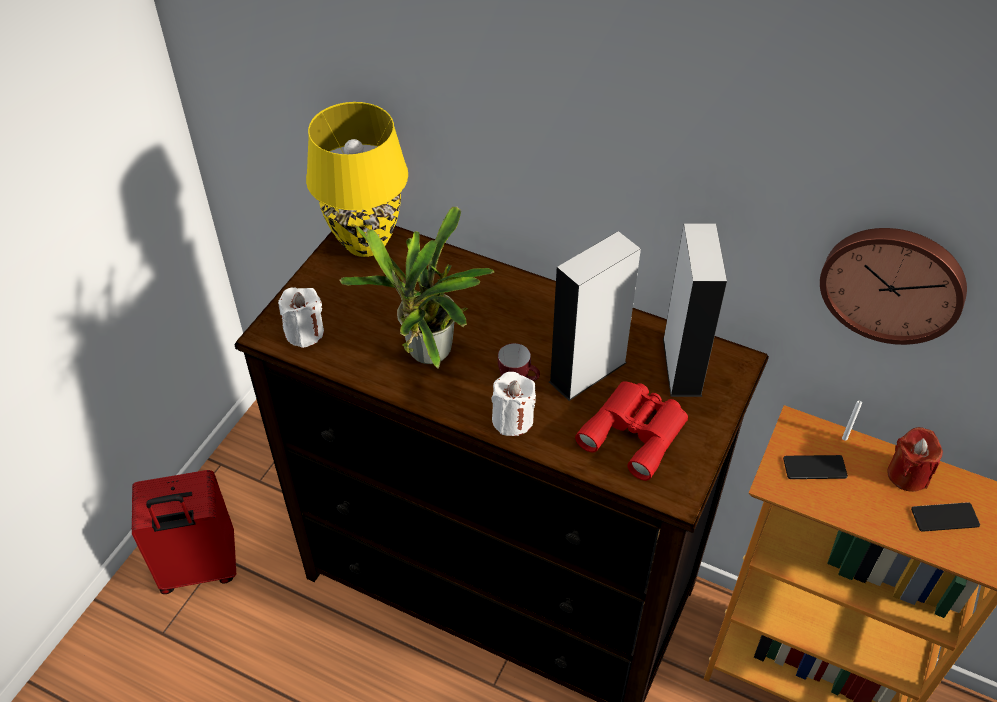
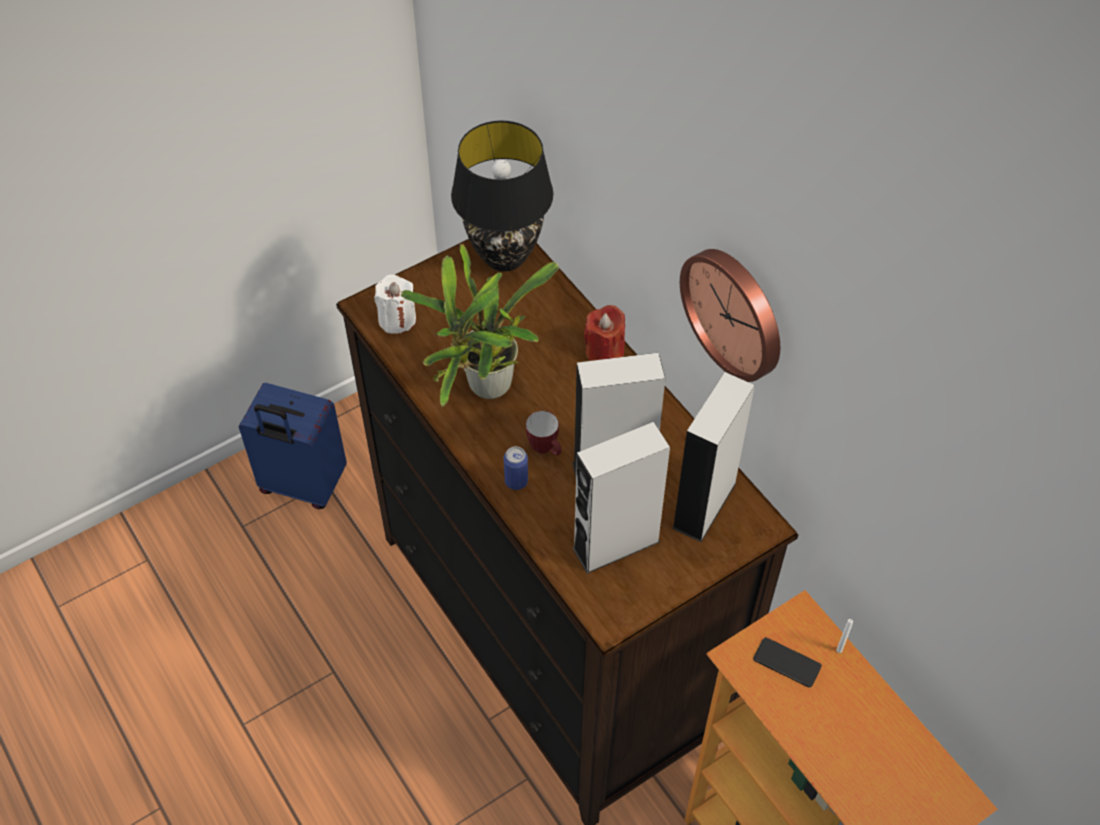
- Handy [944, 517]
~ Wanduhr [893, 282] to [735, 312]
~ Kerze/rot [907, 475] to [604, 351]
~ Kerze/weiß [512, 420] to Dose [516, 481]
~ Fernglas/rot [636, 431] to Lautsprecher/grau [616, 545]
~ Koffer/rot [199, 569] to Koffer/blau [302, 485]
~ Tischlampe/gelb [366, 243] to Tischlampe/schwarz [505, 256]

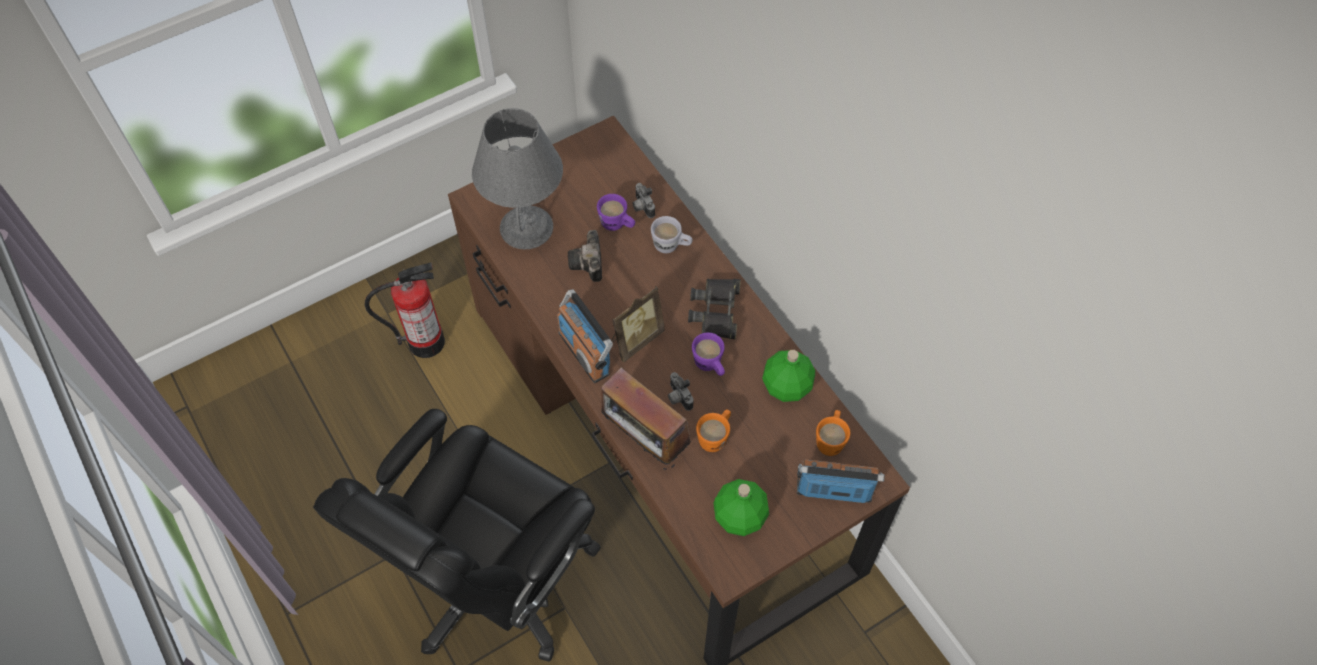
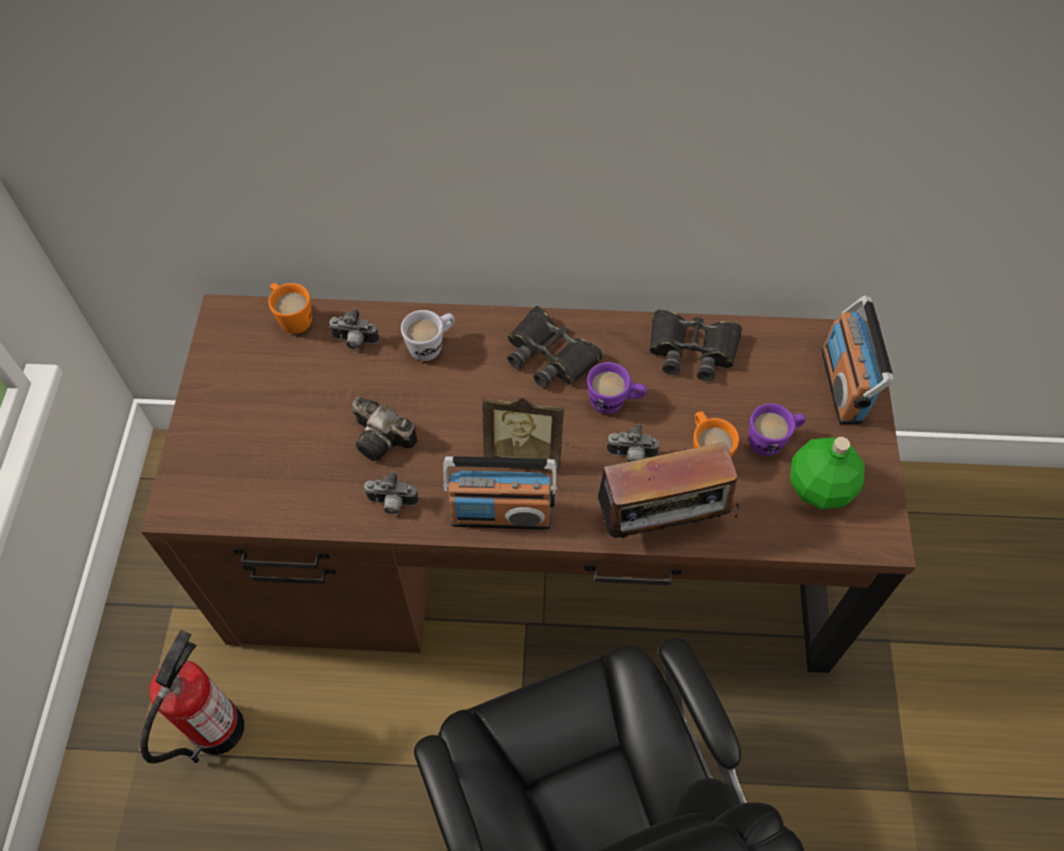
- Tischlampe/grau [527, 227]
+ Kamera [392, 504]
~ Henkelbecher/lila [617, 225] to [772, 440]
~ Henkelbecher/orange [830, 439] to [292, 318]
~ Flasche/grün [787, 386] to Fernglas/schwarz [692, 349]
~ Bilderrahmen [635, 339] = [524, 453] 105 degrees clockwise
~ Radio [834, 491] = [843, 385] 45 degrees counterclockwise

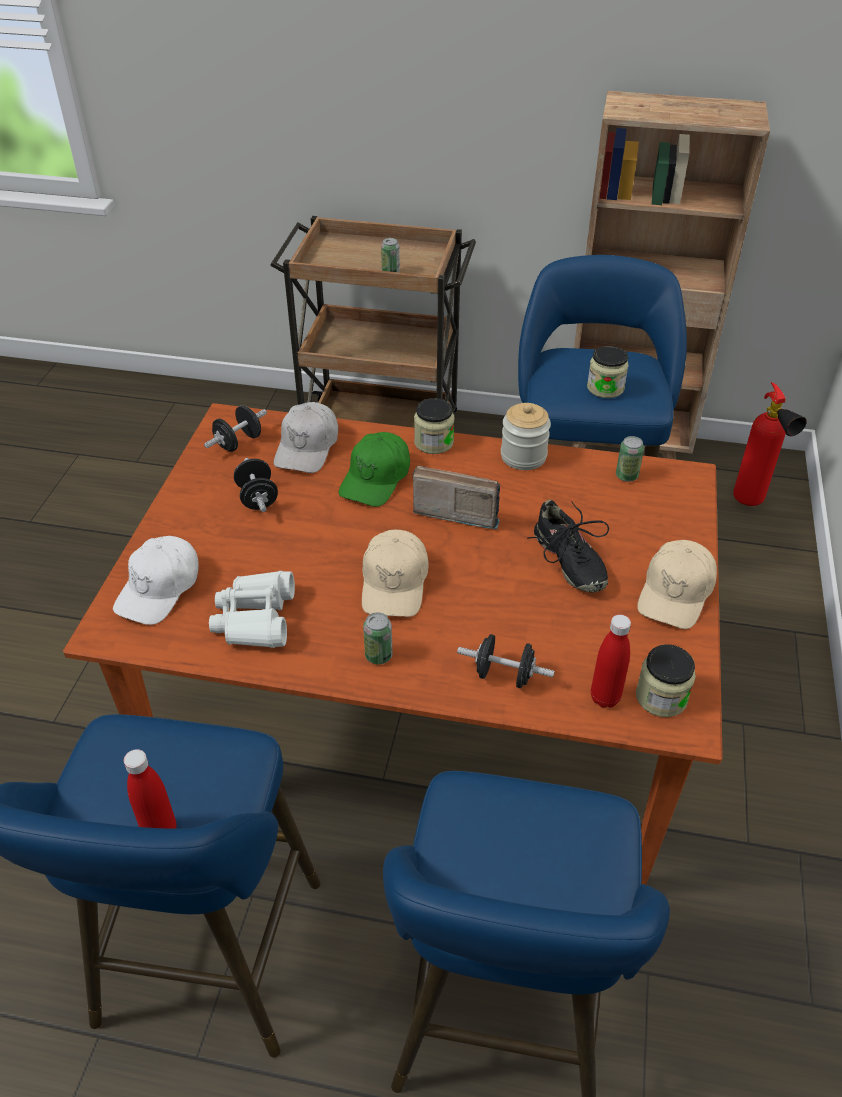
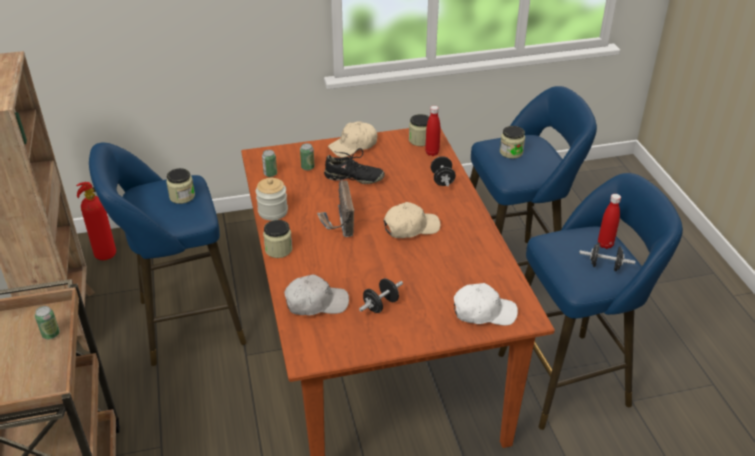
- Fernglas/weiß [255, 618]
- Kappe/grün [376, 478]
+ Vorratsglas [511, 152]
~ Hantel/schwarz [238, 442] to [604, 266]
~ Dose [378, 655] to [307, 167]
~ Schuh/schwarz [568, 562] = [354, 178] 60 degrees clockwise
~ Kappe/beige [676, 593] = [353, 146] 150 degrees clockwise

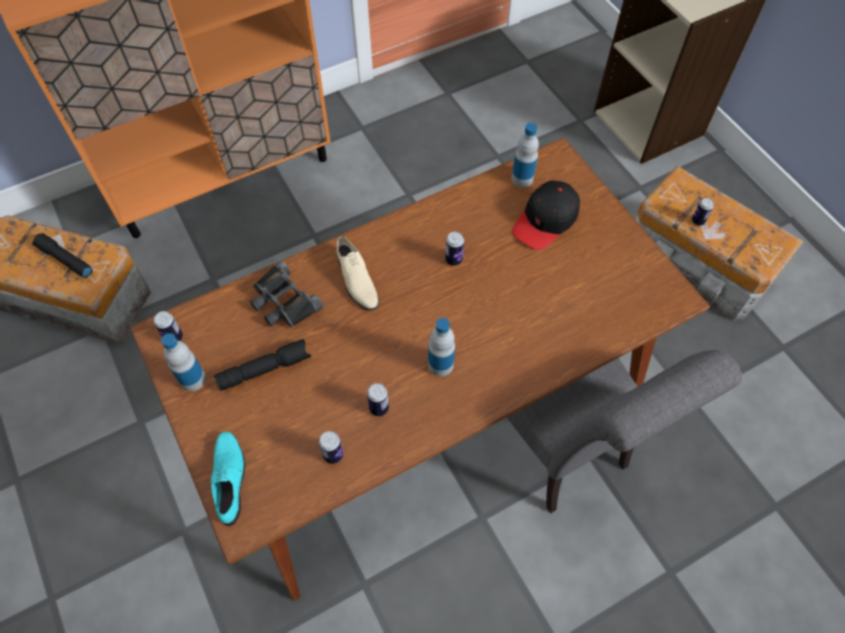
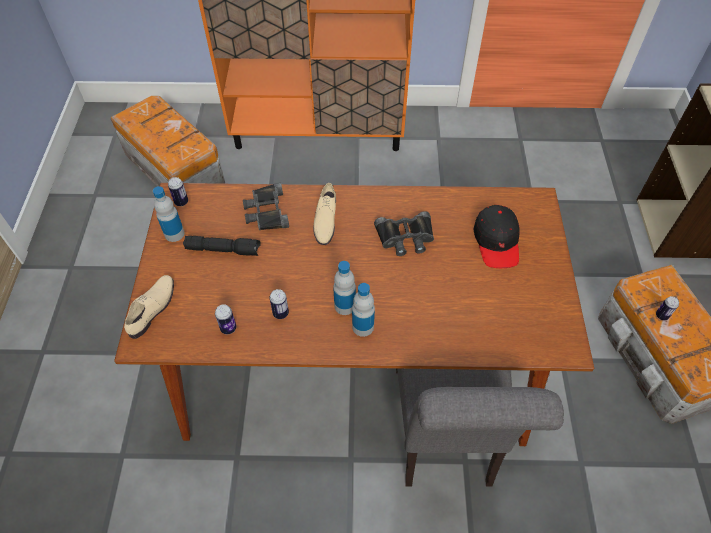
- Taschenlampe/schwarz [64, 260]
~ Flasche [522, 178] to [363, 327]
~ Dose [453, 259] to Fernglas/schwarz [405, 237]
~ Schuh/türkis [230, 478] to Schuh/beige [153, 308]
~ Kappe/schwarz [545, 221] = [497, 241] 75 degrees counterclockwise

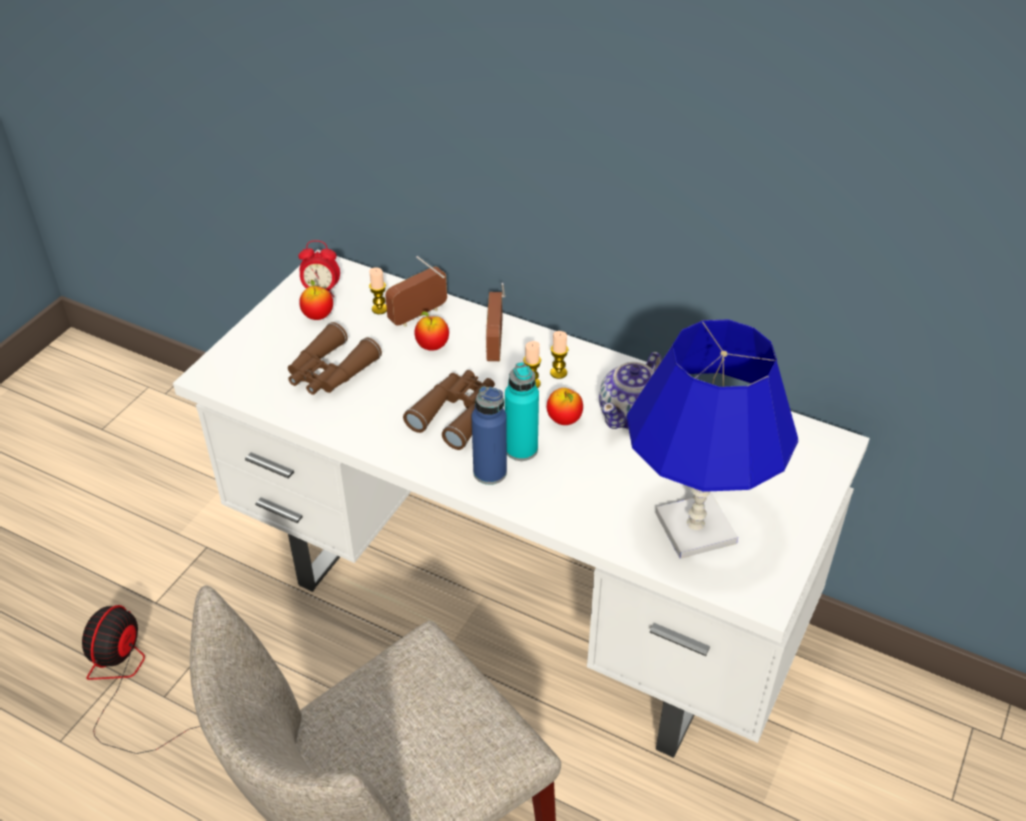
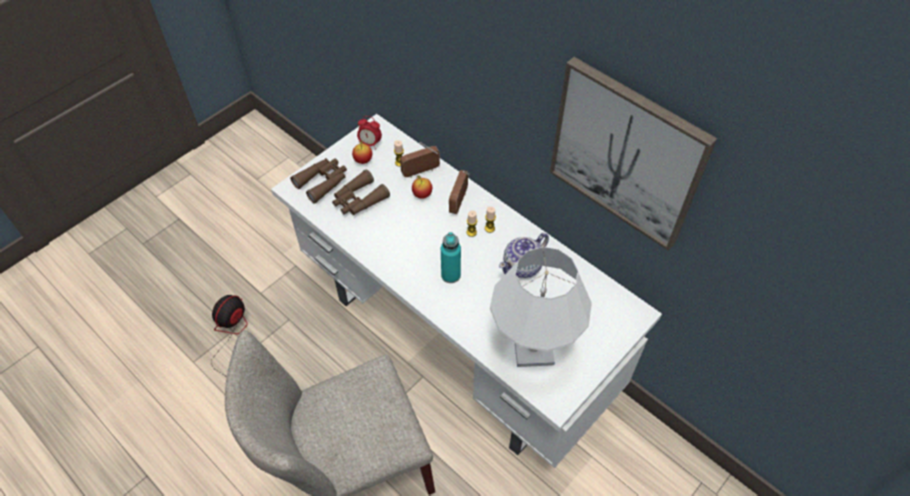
- Flasche/blau [490, 472]
- Apfel [564, 420]
+ Bild [626, 154]
~ Fernglas/braun [457, 414] to [323, 182]
~ Tischlampe/blau [694, 528] to Tischlampe/weiß [533, 350]

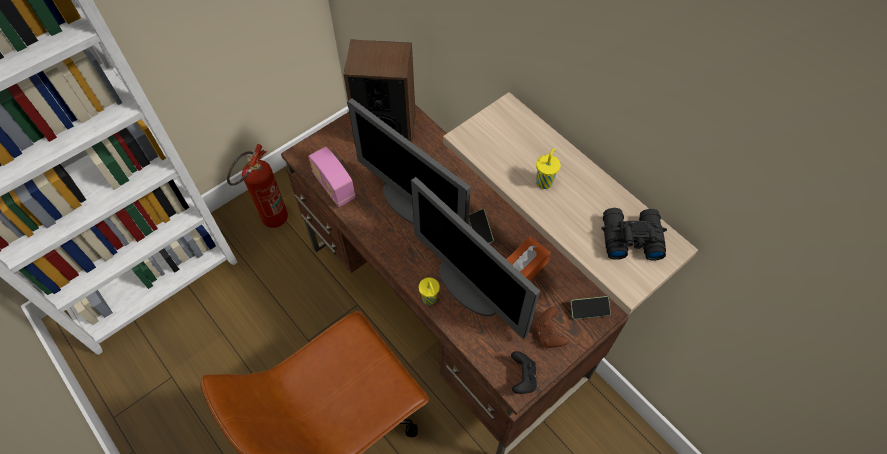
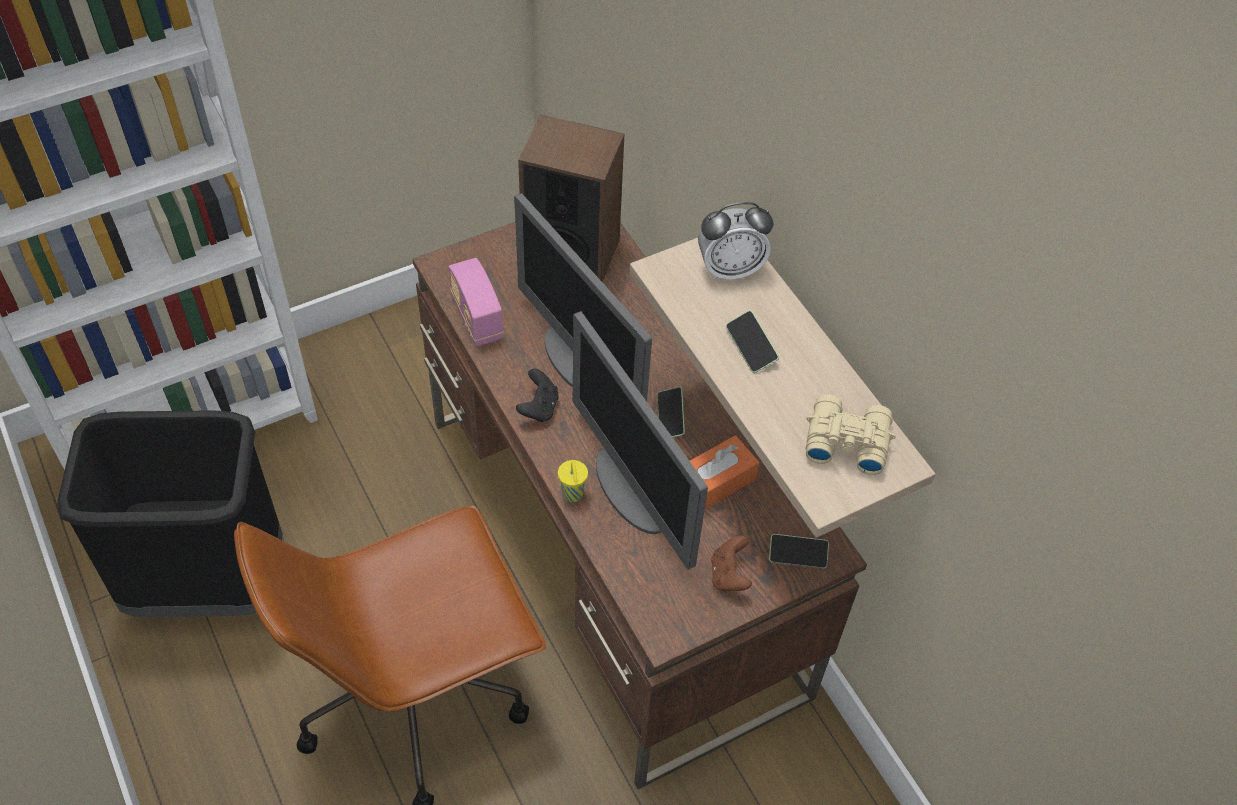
- Feuerlöscher [271, 222]
+ Mülleimer/schwarz [209, 583]
+ Wecker [730, 269]
~ Gamepad/schwarz [522, 378] to [539, 407]
~ Tasse/gelb [544, 181] to Handy [751, 347]
~ Fernglas/schwarz [629, 237] to Fernglas/beige [845, 440]

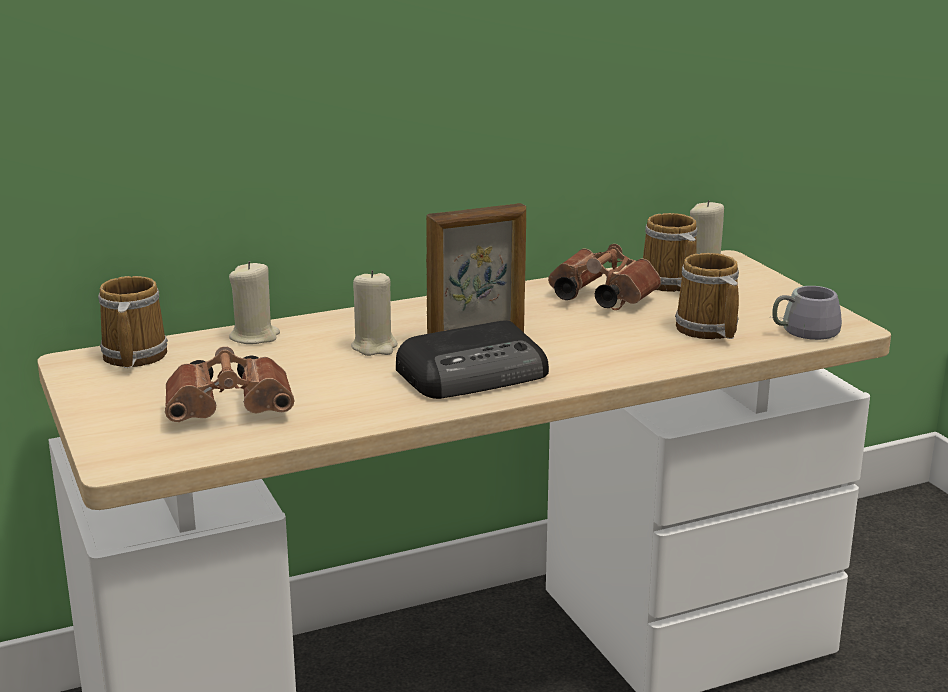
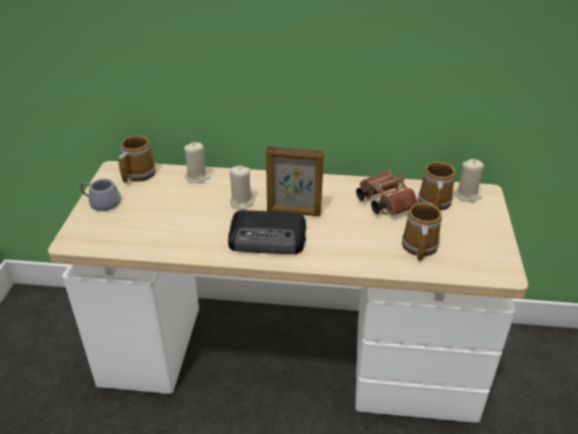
- Fernglas/braun [233, 411]
~ Henkelbecher/grau [800, 329] to [103, 200]

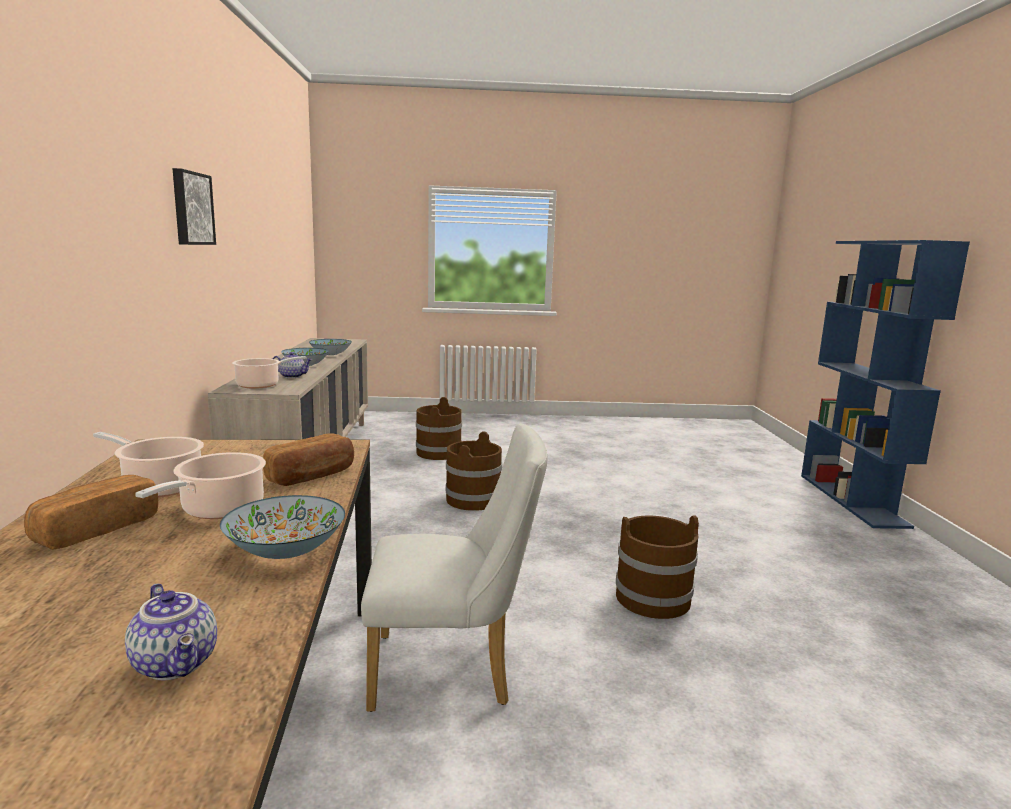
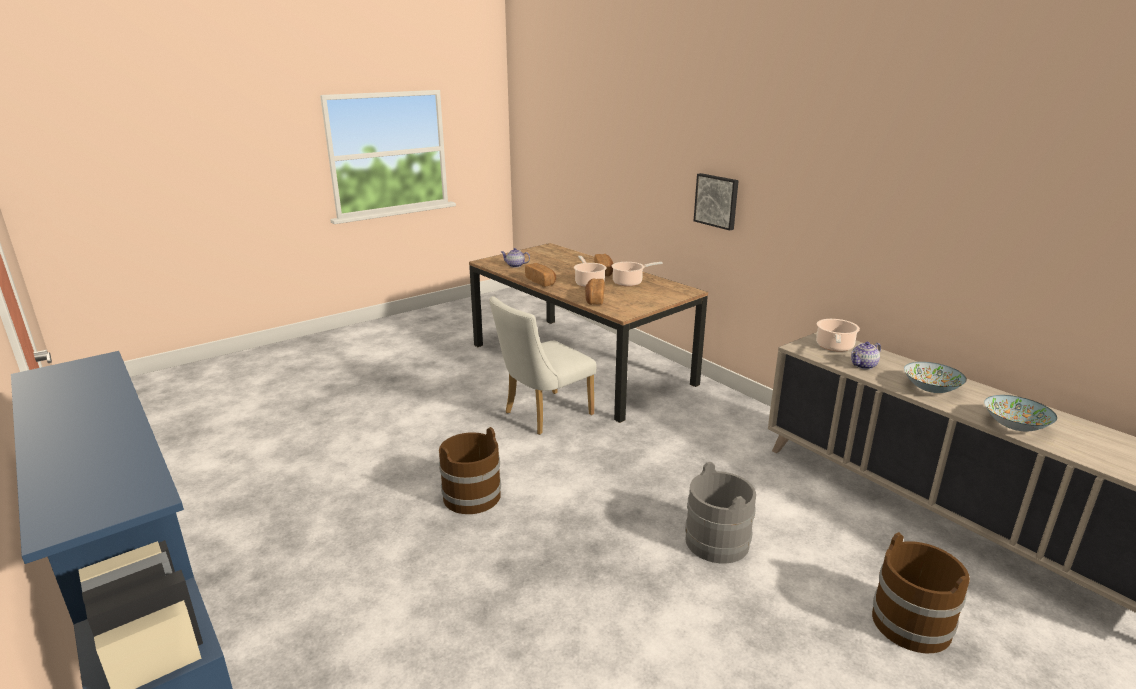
~ Bild [191, 208] to [717, 201]
~ Schüssel [286, 550] to Brot [541, 281]
~ Eimer/braun [473, 500] to Eimer/grau [716, 541]

